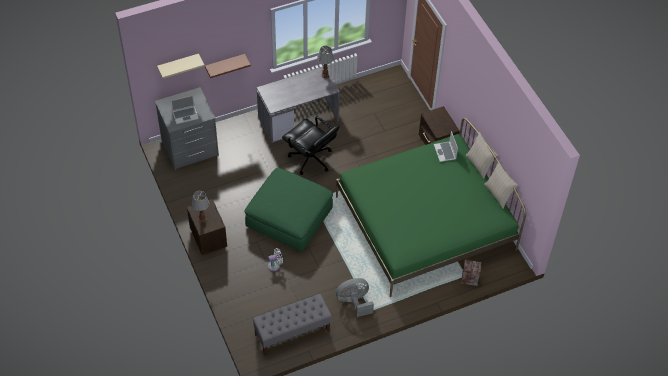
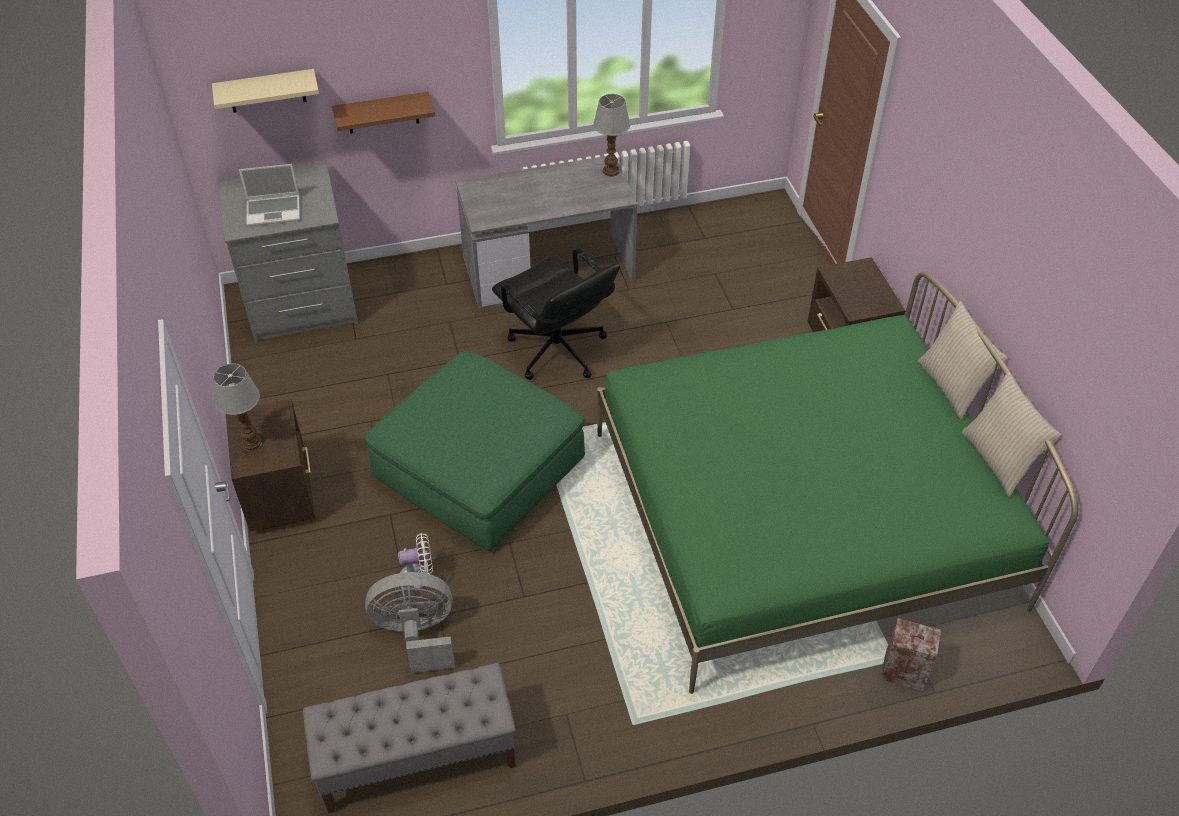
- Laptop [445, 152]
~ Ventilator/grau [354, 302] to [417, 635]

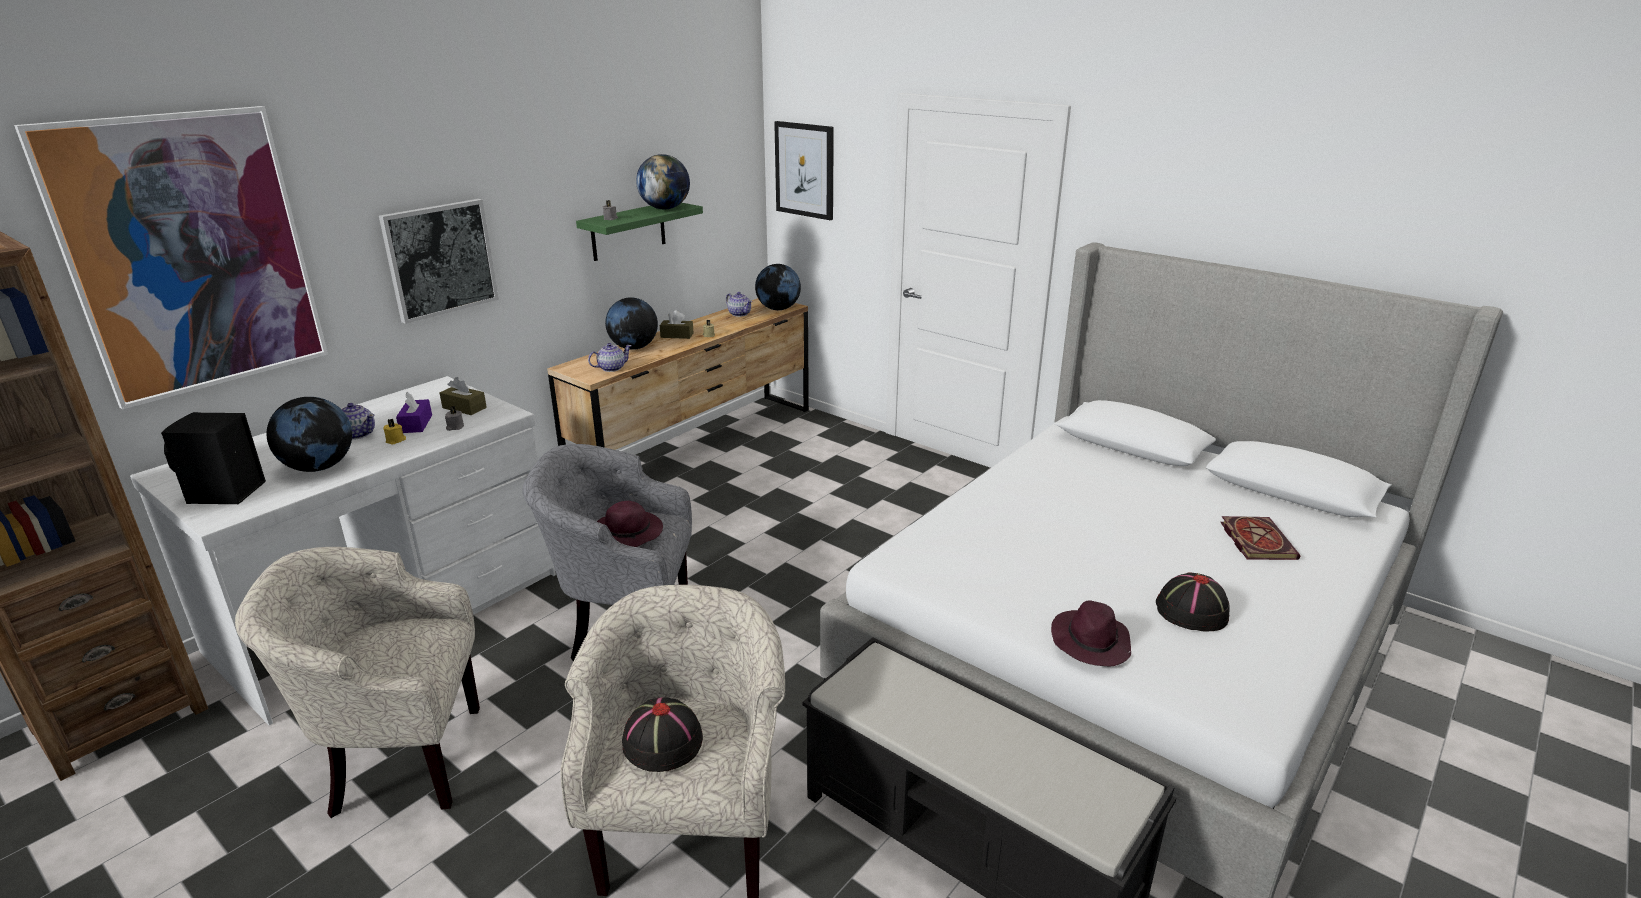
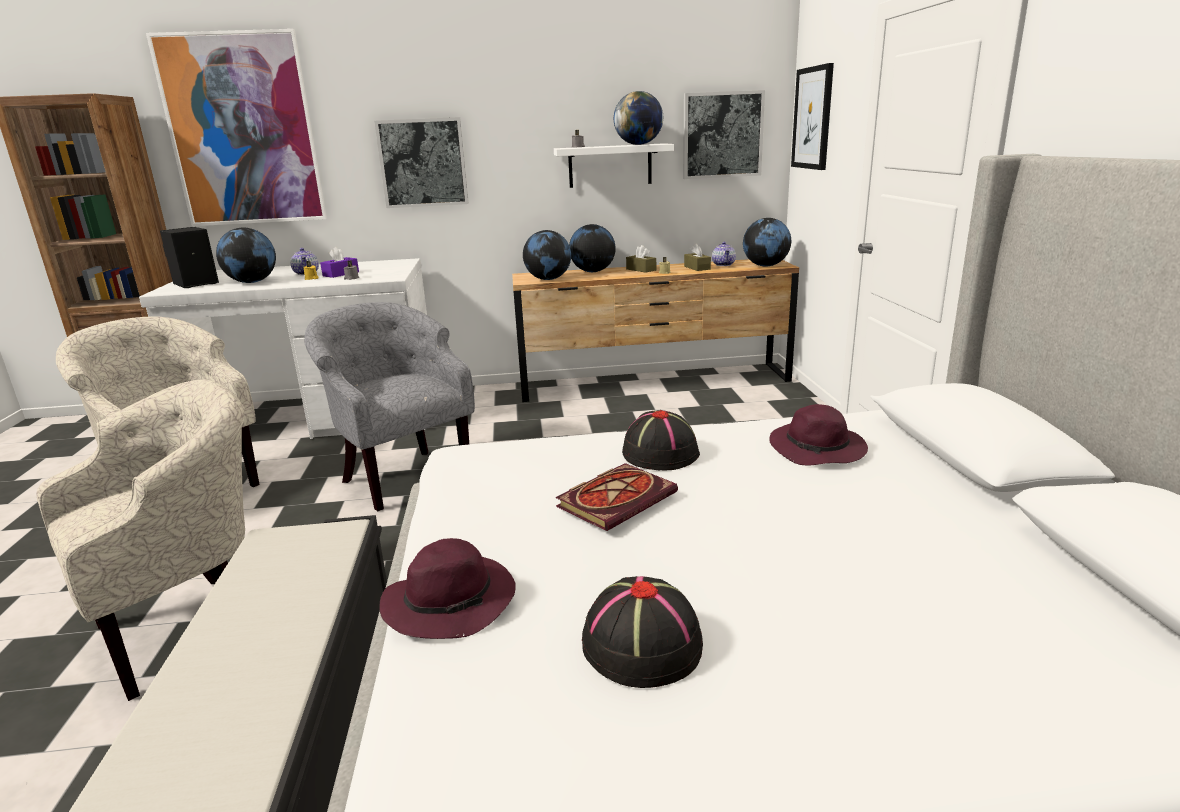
+ Bild [722, 135]
~ Taschentuchbox/braun [464, 408] to [697, 268]
~ Hut/lila [629, 533] to [818, 450]
~ Hut/schwarz [662, 742] to [659, 453]
~ Buch [1255, 540] to [617, 498]
~ Teekanne [611, 368] to Globus [548, 279]
~ Wandregal/grün [628, 231] to Wandregal/weiß [610, 165]

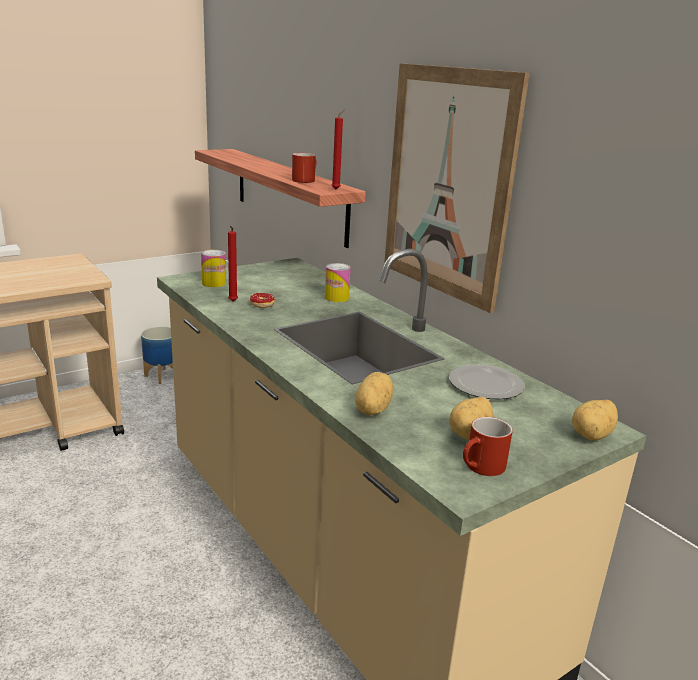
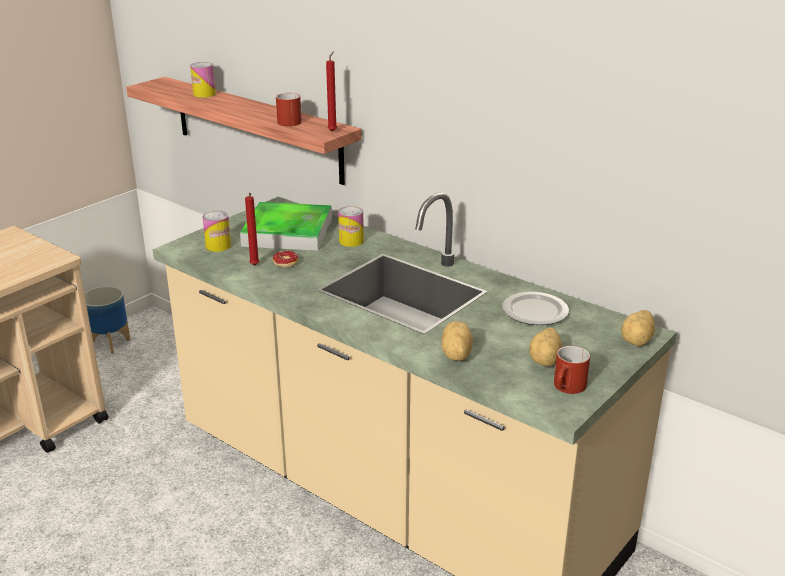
- Bild [447, 184]
+ Dose [204, 94]
+ Tablett [288, 232]

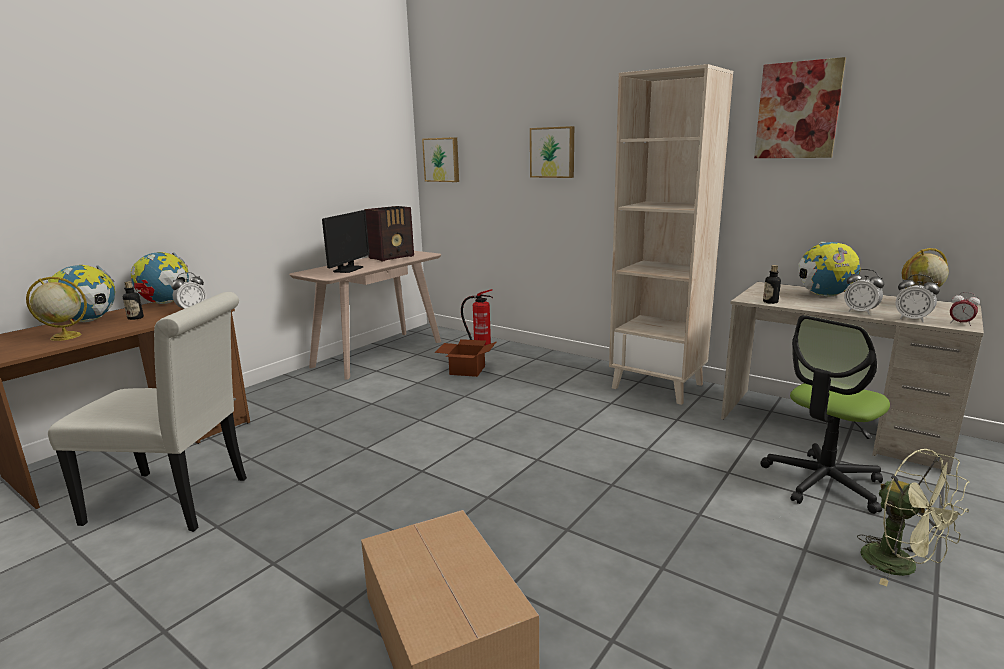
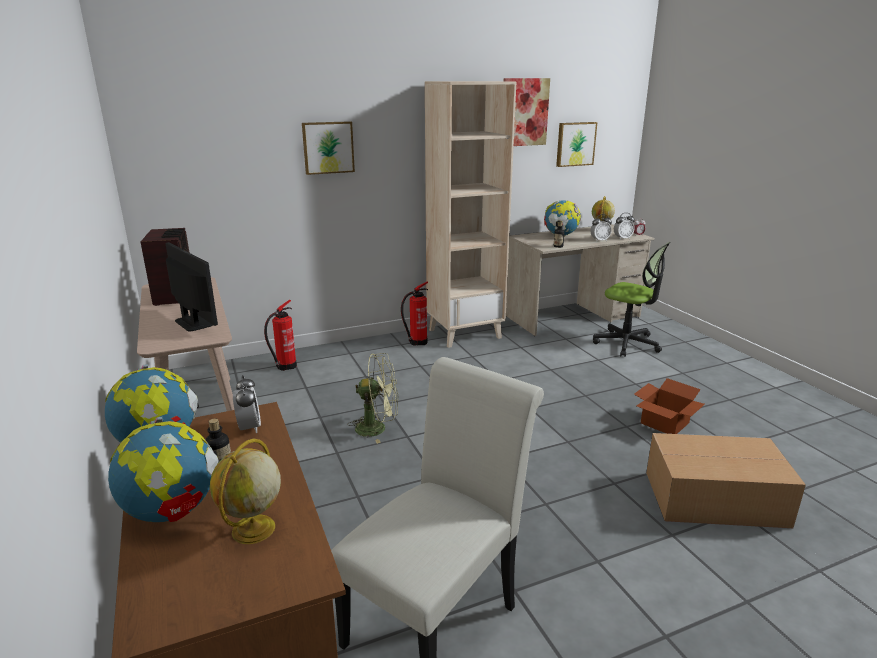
+ Feuerlöscher [416, 342]
~ Bild [442, 160] to [575, 144]
~ Karton [466, 370] to [663, 423]
~ Ventilator/grün [901, 566] to [377, 428]
~ Bürostuhl [822, 482] = [627, 343] 45 degrees counterclockwise

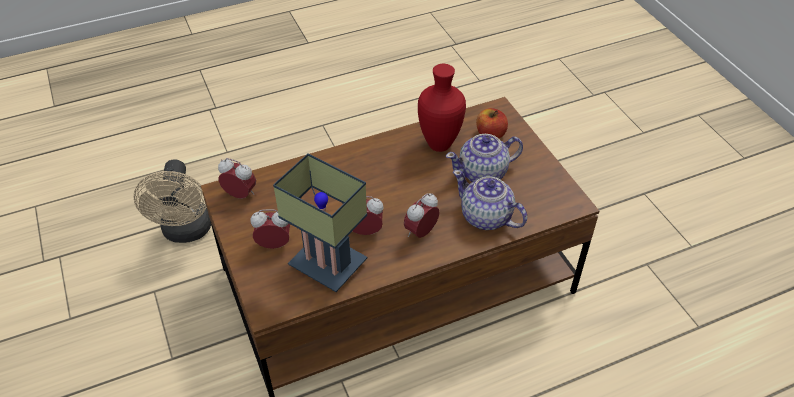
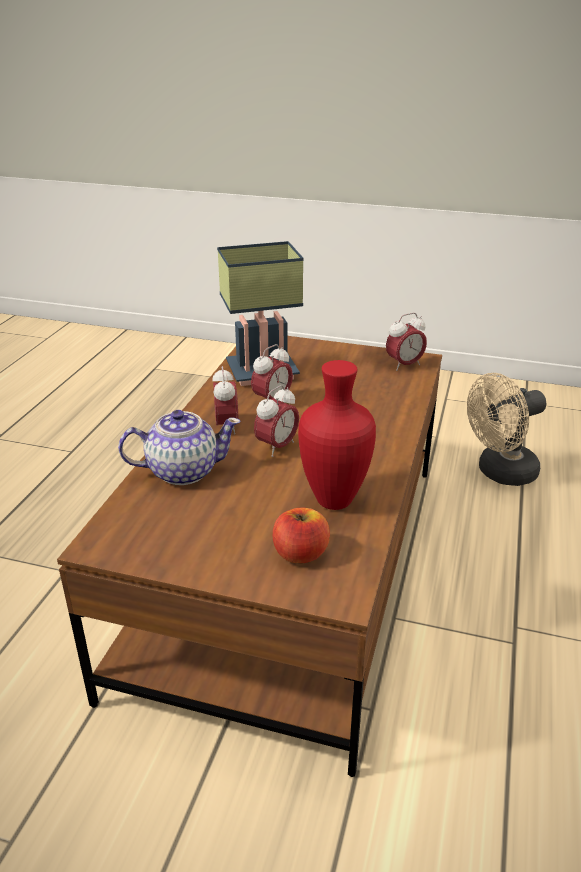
- Teekanne [483, 173]
~ Wecker [274, 244] to [277, 447]
~ Ventilator/beige [186, 232] = [500, 473] 60 degrees counterclockwise

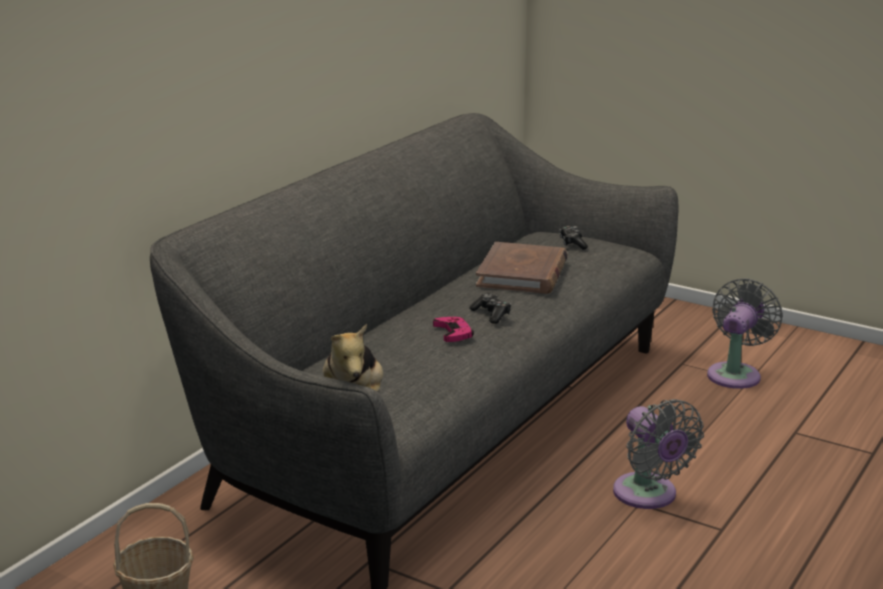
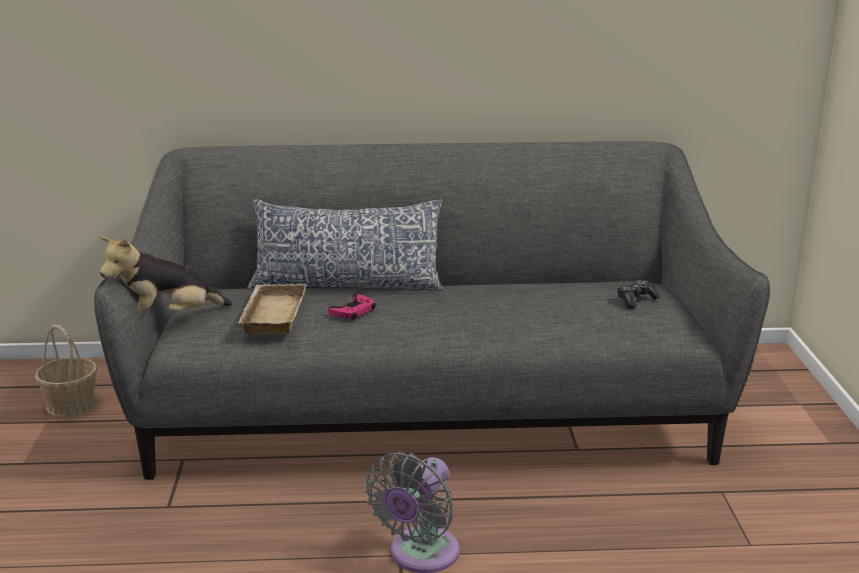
- Gamepad [491, 314]
- Buch/braun [522, 273]
- Ventilator/grau [736, 374]
+ Tablett/beige [271, 314]
+ Kissen [346, 284]

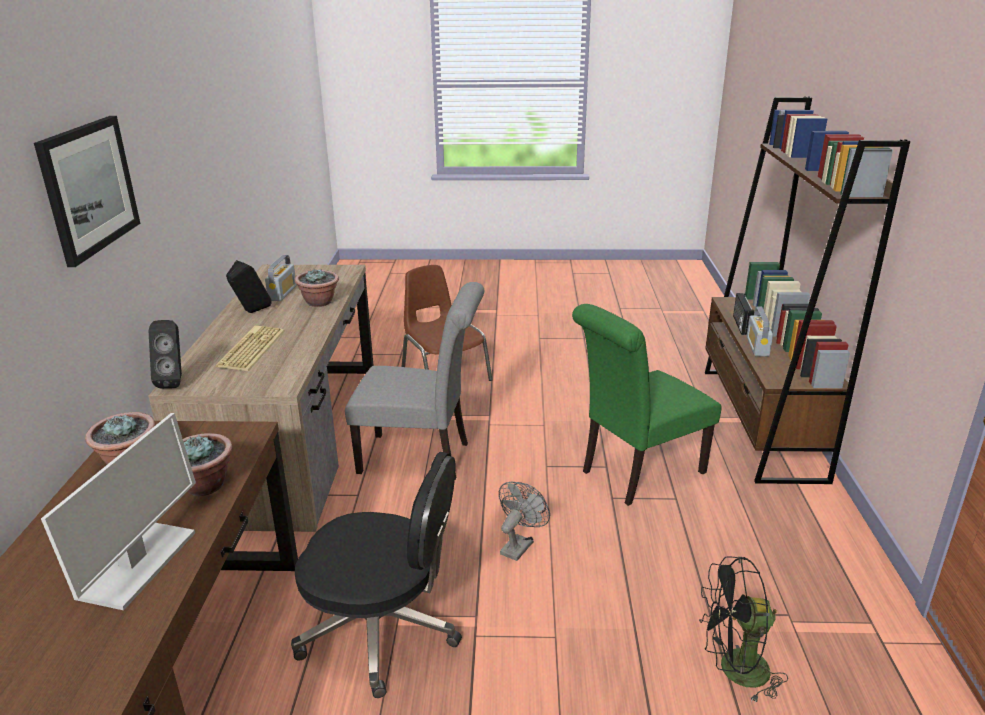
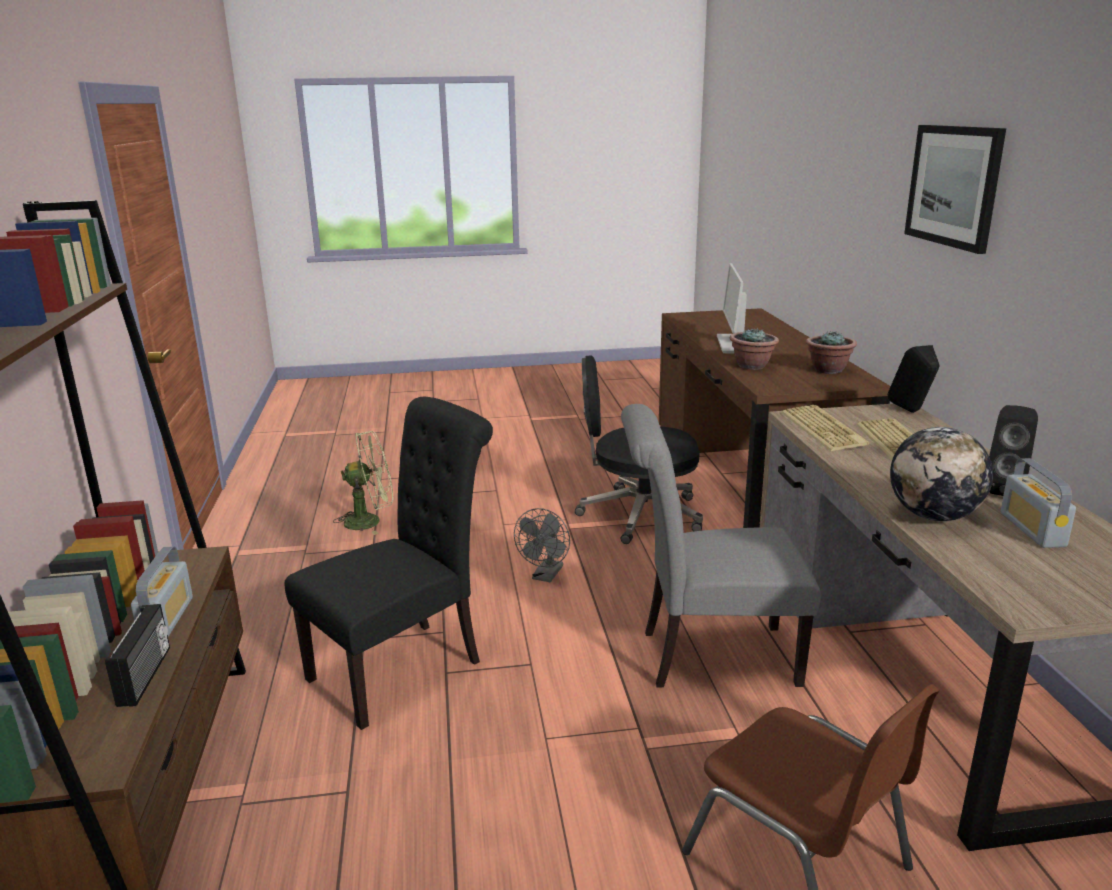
+ Tastatur [825, 429]
~ Topfpflanze [319, 302] to Globus [933, 516]
~ Stuhl/grün [636, 473] to Stuhl/schwarz [405, 666]
~ Ventilator/schwarz [734, 671] to Ventilator/grün [370, 521]

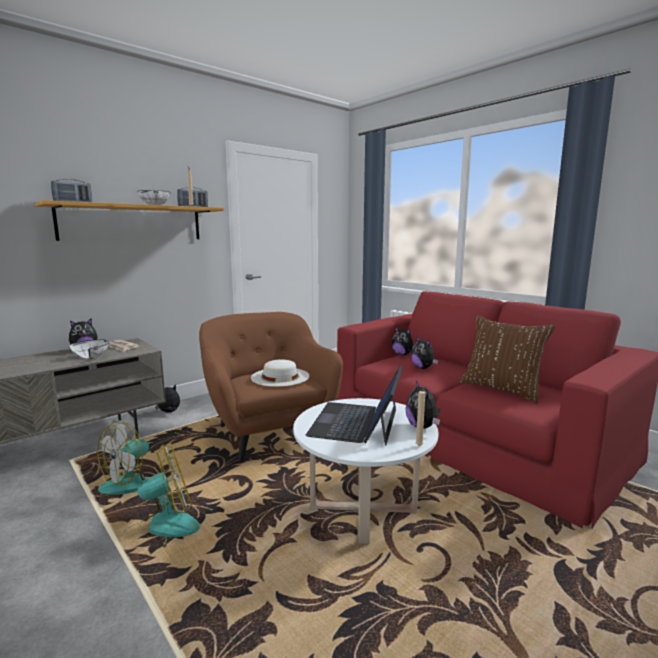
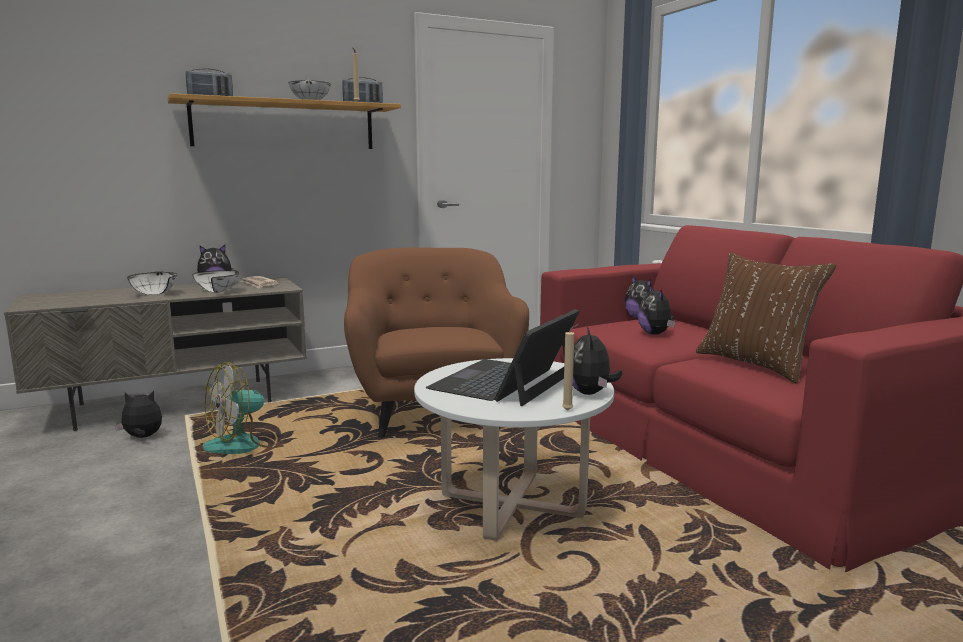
- Ventilator [161, 530]
- Hut/weiß [280, 376]
+ Schüssel/weiß [155, 293]
~ Plüschtier [169, 412] to [142, 437]

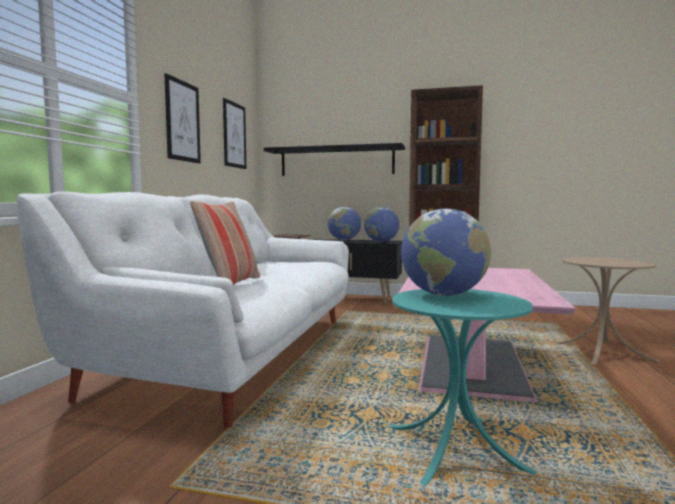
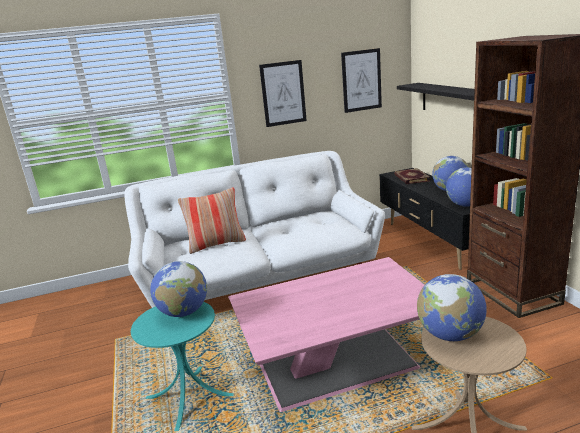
+ Globus [450, 335]

